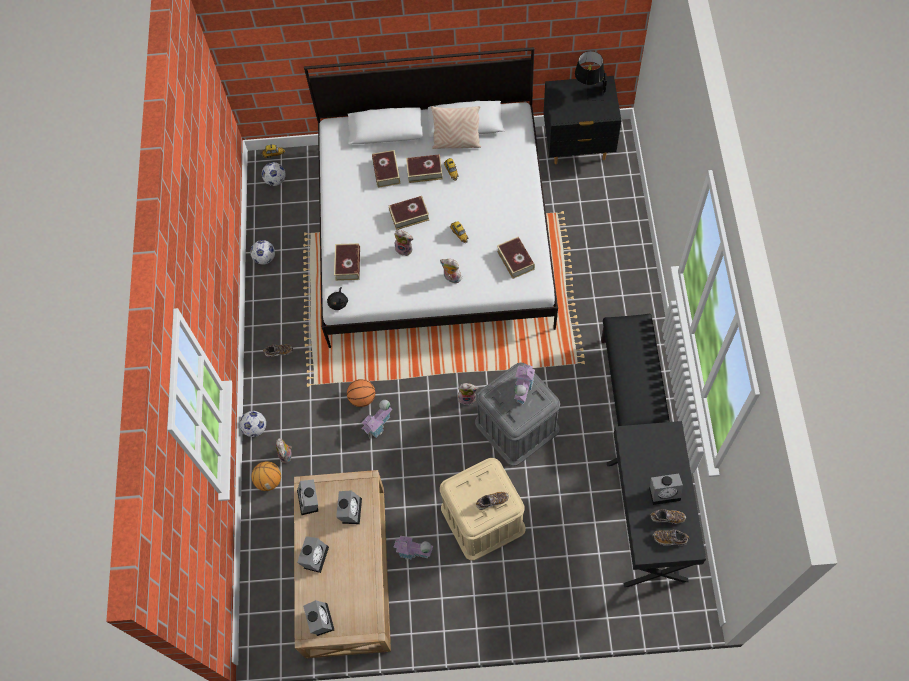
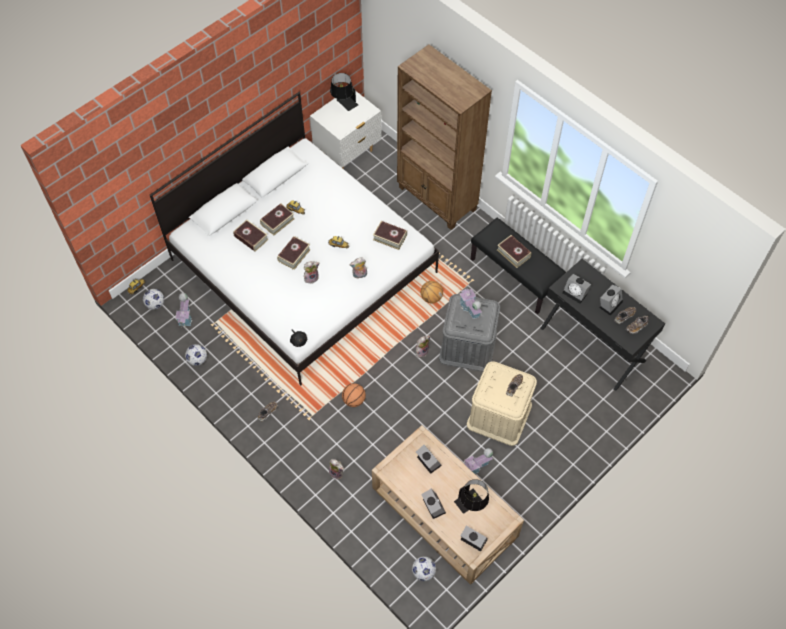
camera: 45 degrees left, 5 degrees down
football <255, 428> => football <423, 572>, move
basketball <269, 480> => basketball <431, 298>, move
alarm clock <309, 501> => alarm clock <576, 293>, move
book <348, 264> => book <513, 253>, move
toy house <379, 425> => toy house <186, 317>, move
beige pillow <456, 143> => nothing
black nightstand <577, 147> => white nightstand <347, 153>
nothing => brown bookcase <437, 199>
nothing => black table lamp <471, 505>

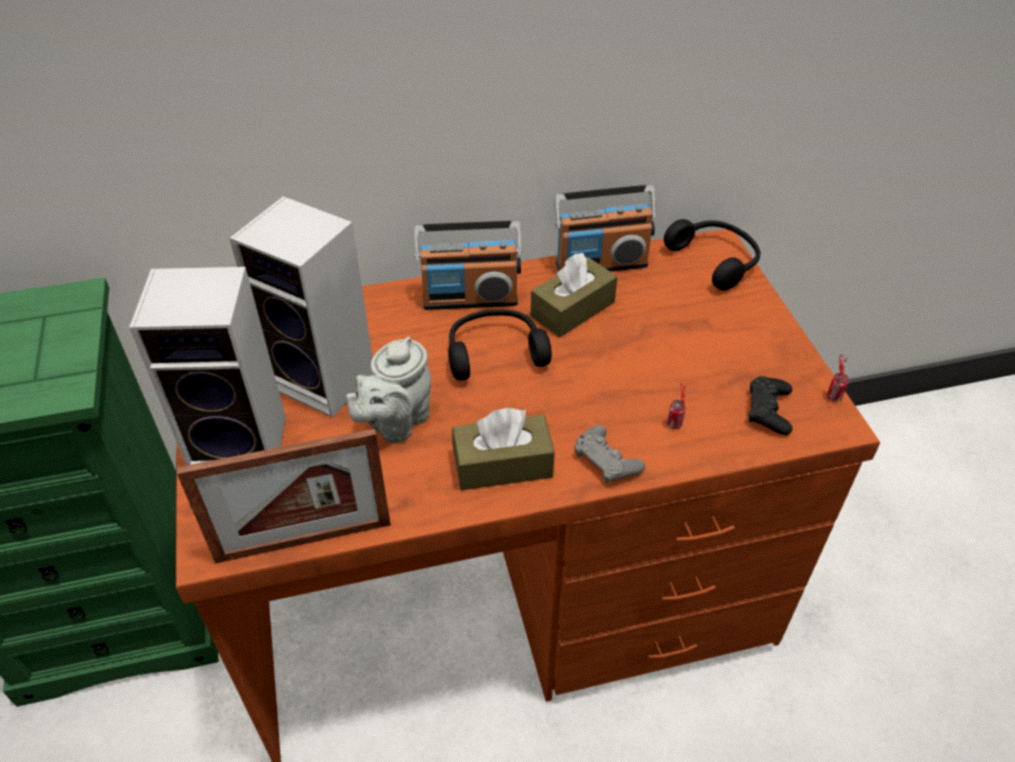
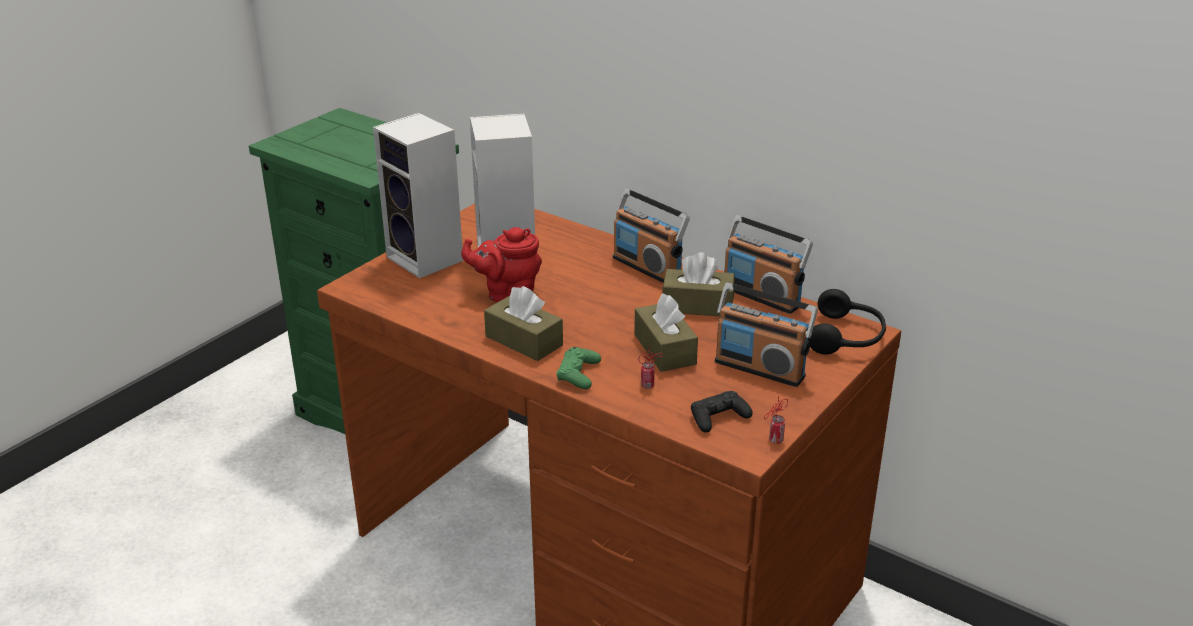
camera: 50 degrees right, 15 degrees down
picture frame <304, 540> => nothing
grey teapot <396, 422> => red teapot <507, 293>
black headphones <494, 352> => nothing
grey game controller <606, 460> => green game controller <578, 374>
nothing => brown tissue box <665, 349>
nothing => radio <760, 368>

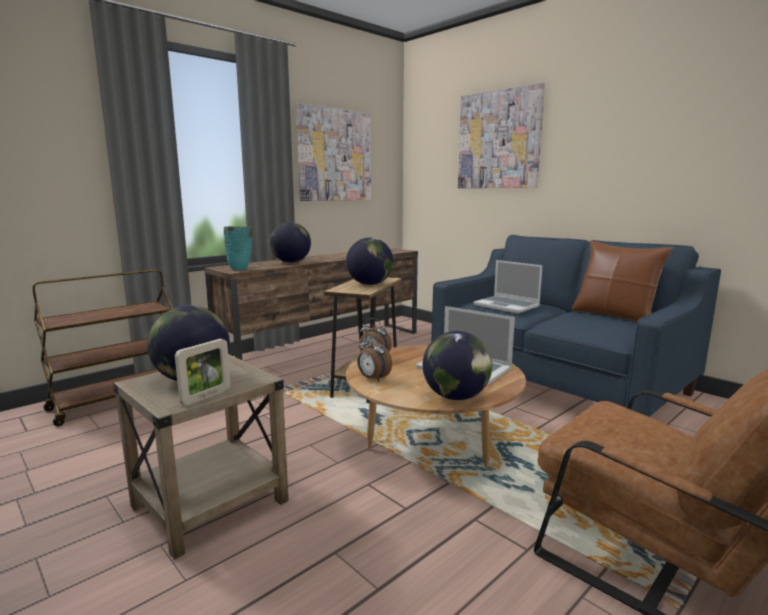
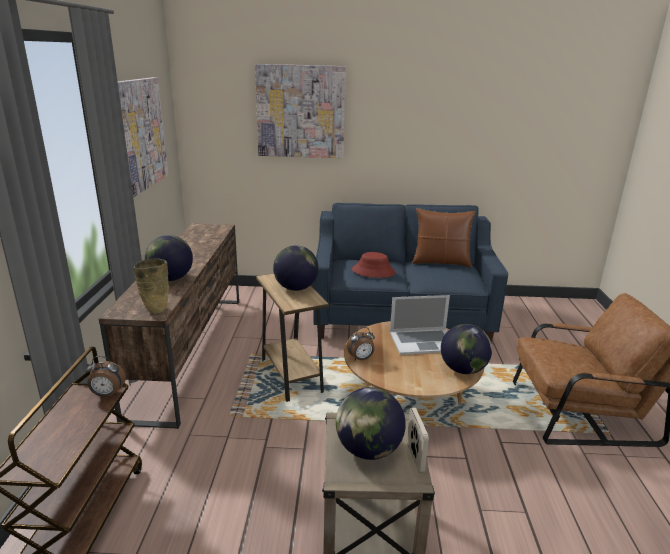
camera: 45 degrees left, 10 degrees up
turquoise vase <240, 269> => beige vase <156, 309>
alarm clock <373, 379> => alarm clock <107, 394>, move
laptop <507, 306> => red hat <373, 271>

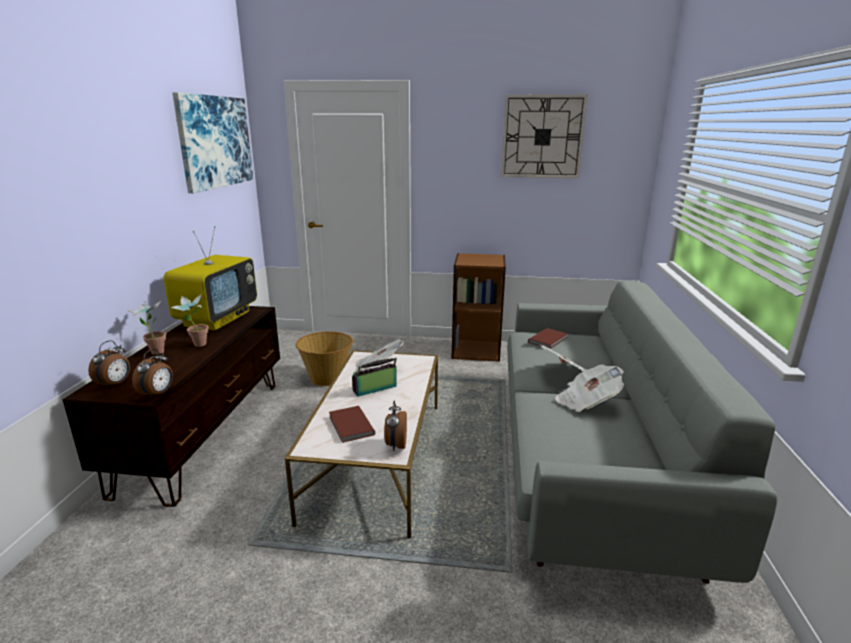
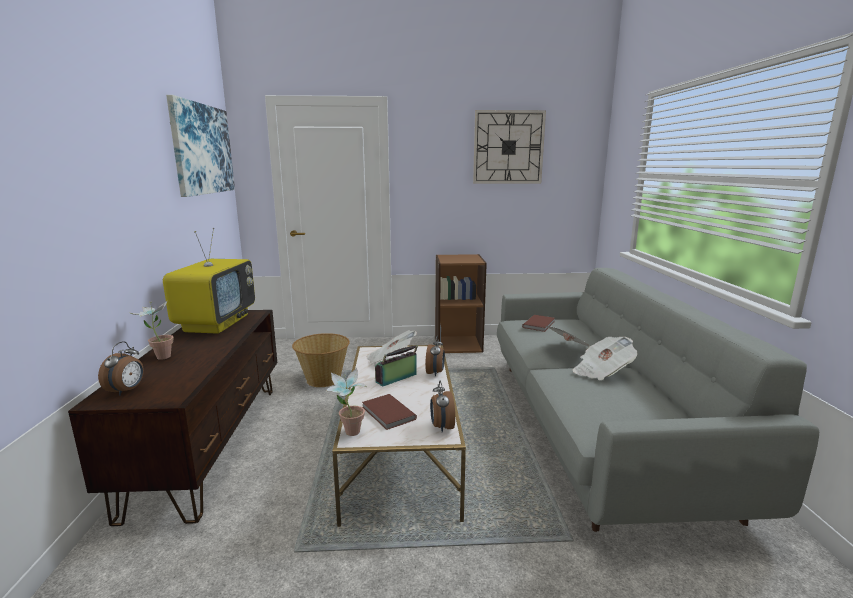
camera: 10 degrees left, 5 degrees down
alarm clock <158, 393> => alarm clock <435, 373>, move
potted plant <196, 345> => potted plant <349, 434>, move

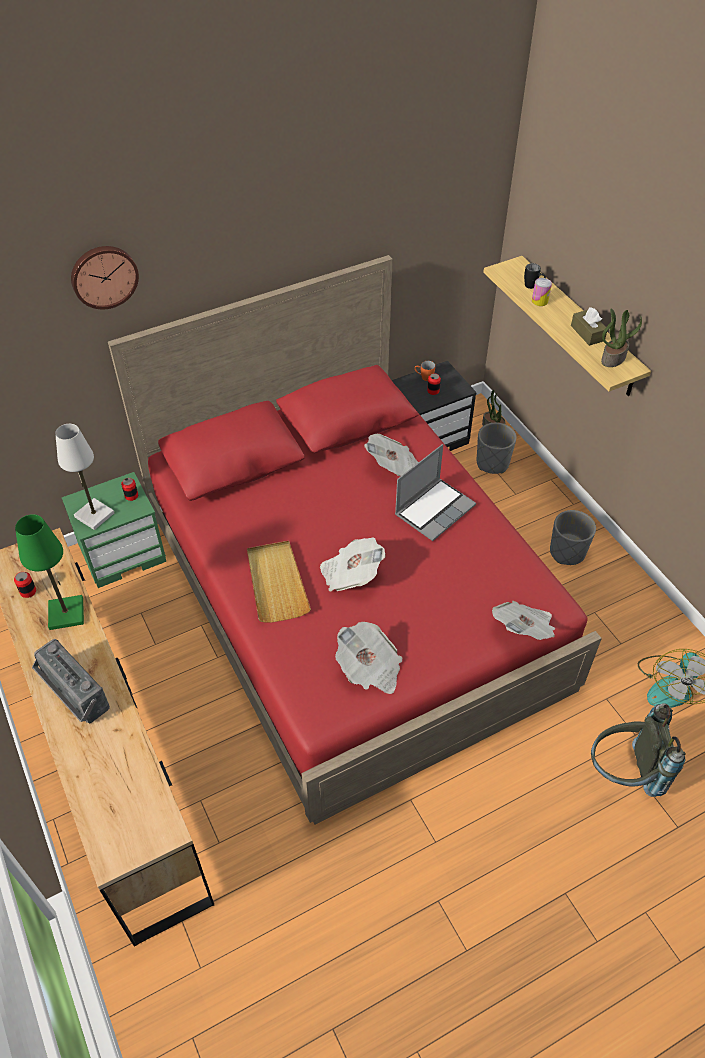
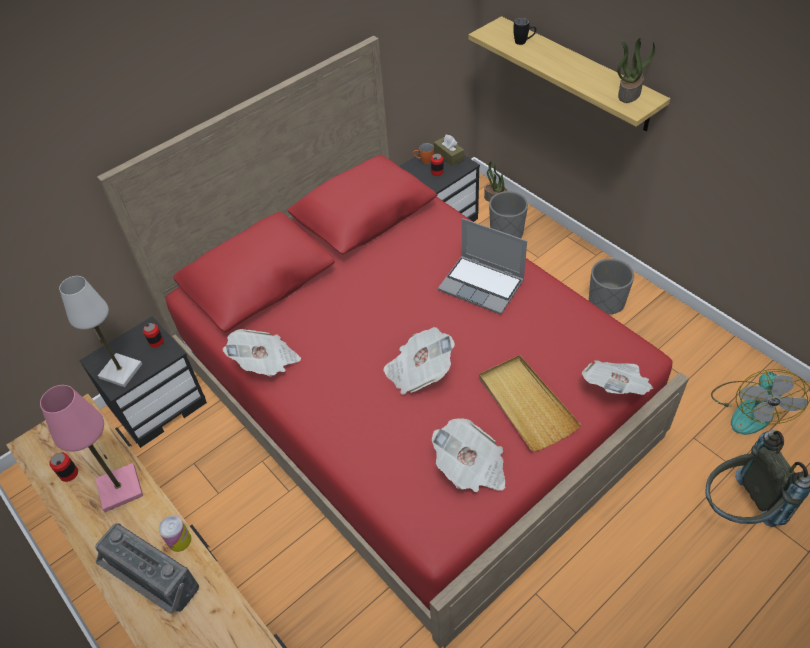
camera: 10 degrees left, 0 degrees up
green table lamp <66, 613> => pink table lamp <120, 488>
green nightstand <123, 553> => black nightstand <158, 404>
wall clock <104, 276> => nothing
beige tray <276, 583> => beige tray <526, 404>, move
newspaper <394, 467> => newspaper <266, 363>, move
laptop <434, 509> => laptop <482, 285>, 90 degrees clockwise
can <539, 301> => can <179, 540>, move
brown tissue box <587, 333> => brown tissue box <449, 156>, move

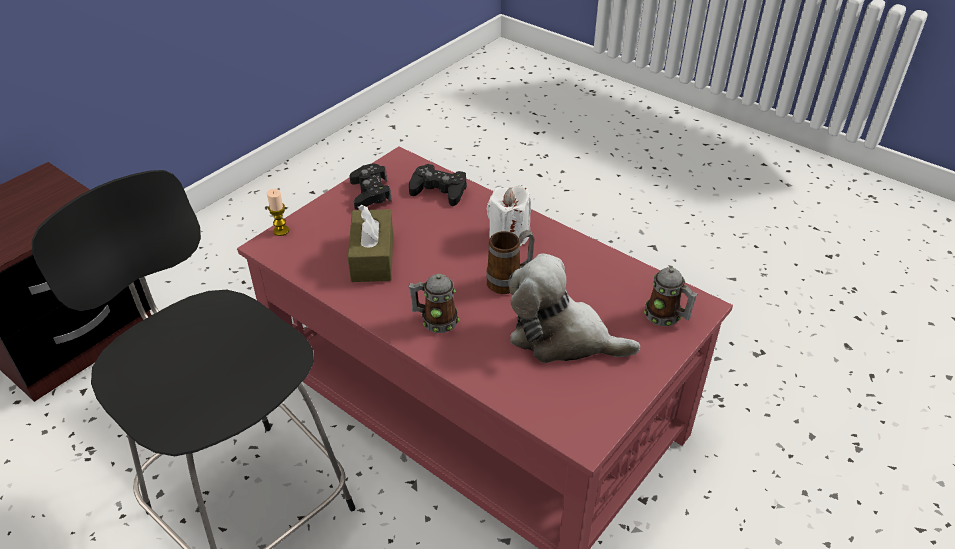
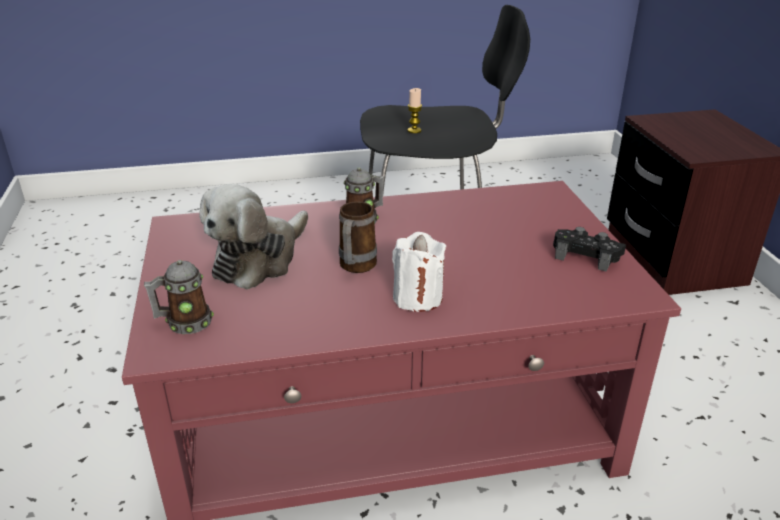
camera: 130 degrees right, 10 degrees down
candle <281, 231> => candle <414, 130>, move
brown tissue box <372, 257> => nothing
black game controller <439, 190> => nothing
plush toy <562, 337> => plush toy <259, 259>, 150 degrees clockwise

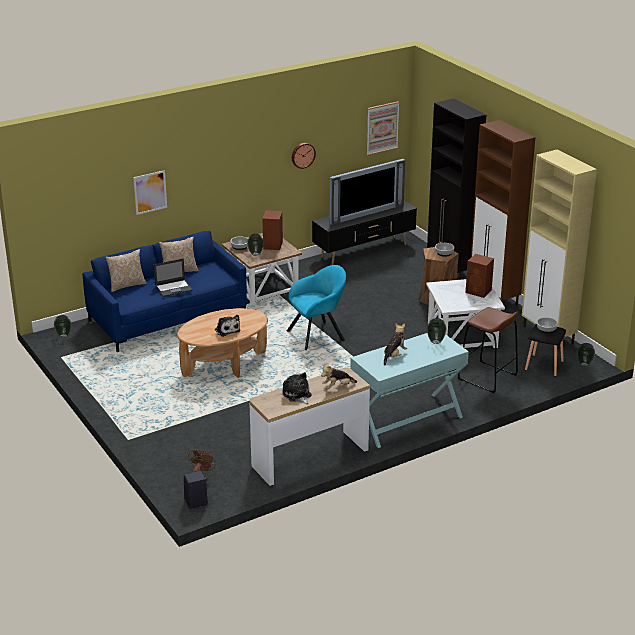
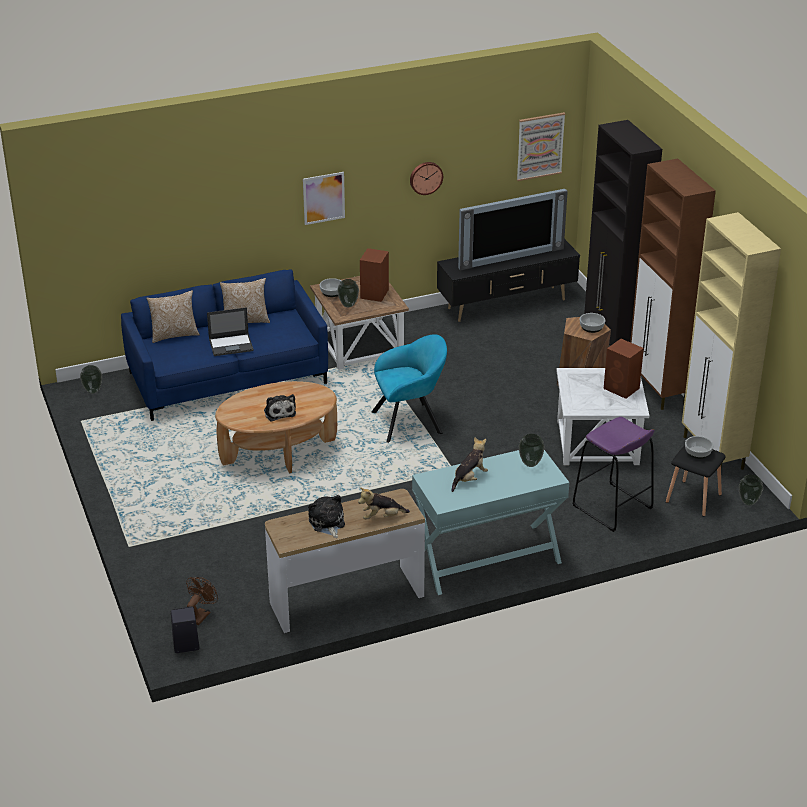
camera: 10 degrees right, 5 degrees up
picture <150, 192> => picture <323, 198>, move
brown stool <487, 377> => purple stool <612, 507>

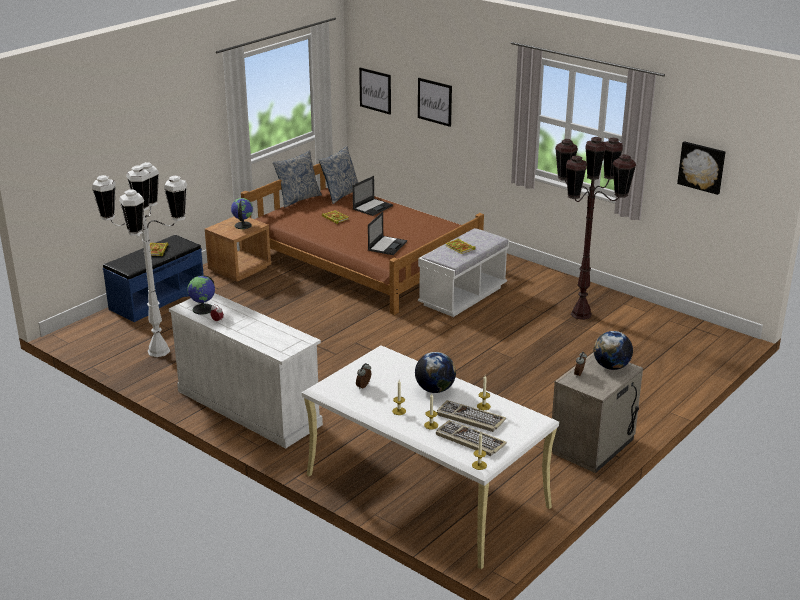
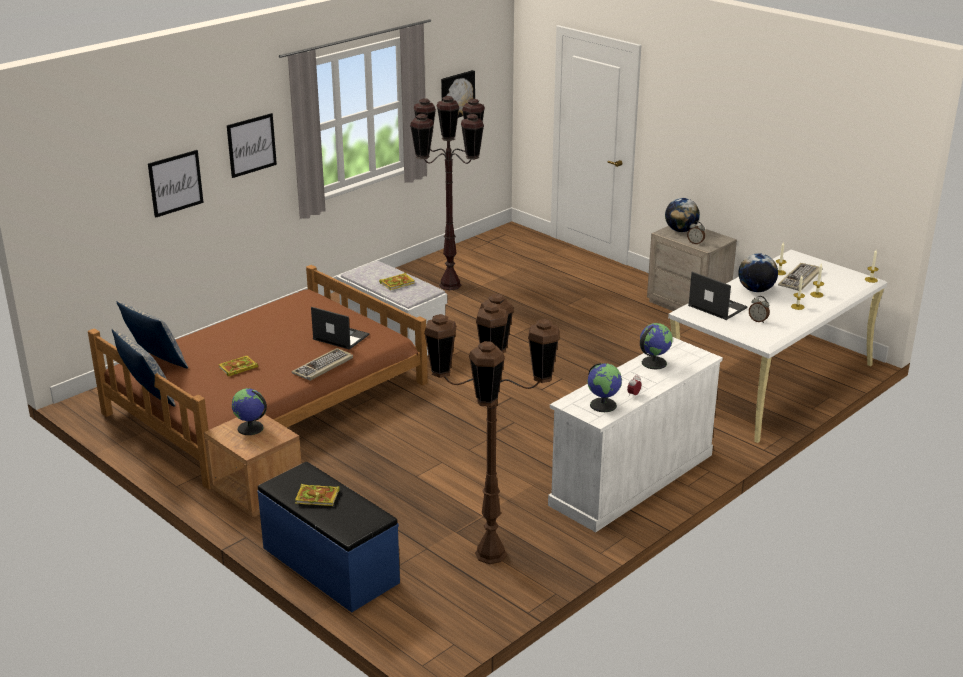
camera: 85 degrees left, 0 degrees up
white floor lamp <158, 351> => brown floor lamp <490, 554>
laptop <373, 207> => laptop <716, 306>, move
picture <375, 90> => picture <251, 145>, move
keyboard <469, 440> => keyboard <323, 366>, move
nothing => globe <653, 363>

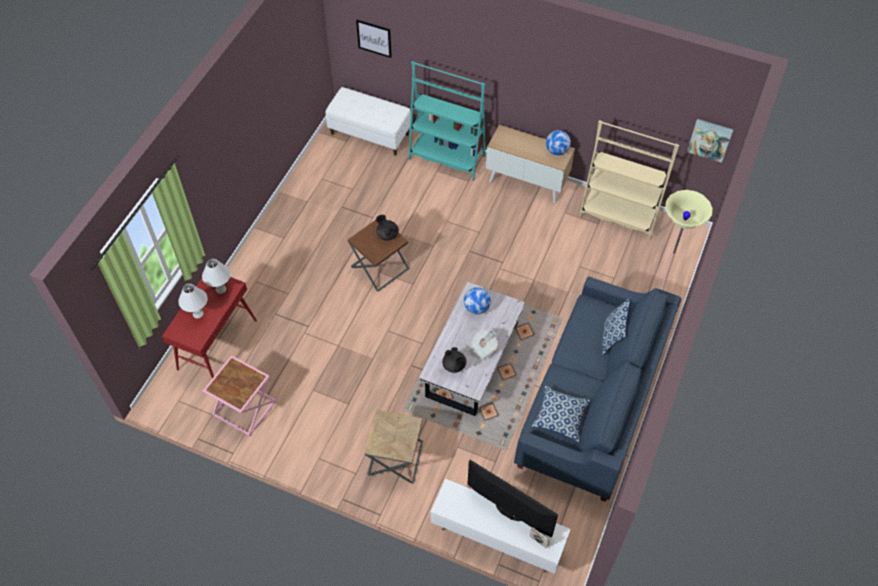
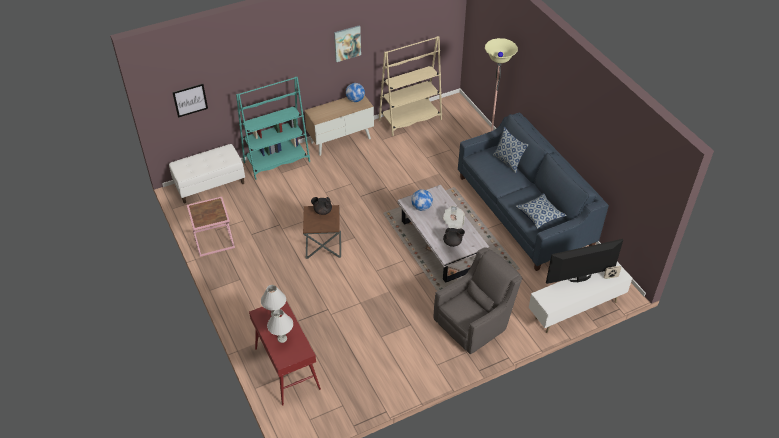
camera: 50 degrees left, 10 degrees down
pink side table <243, 408> => pink side table <213, 240>, move
brown side table <395, 458> => grey armchair <474, 324>
picture <710, 139> => picture <347, 43>, move

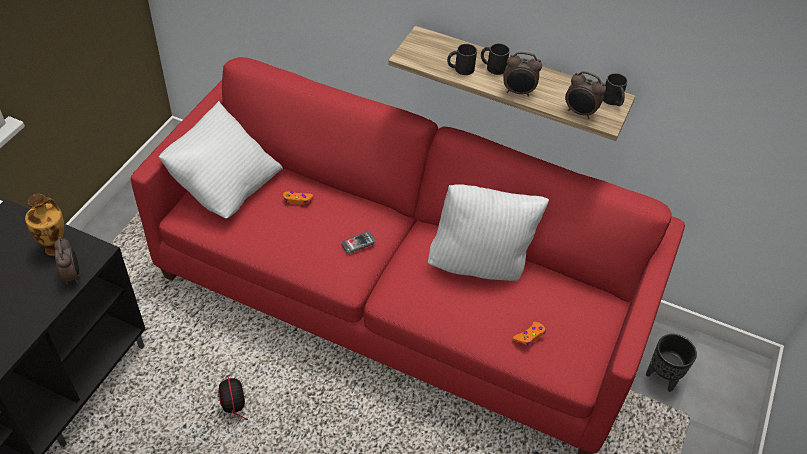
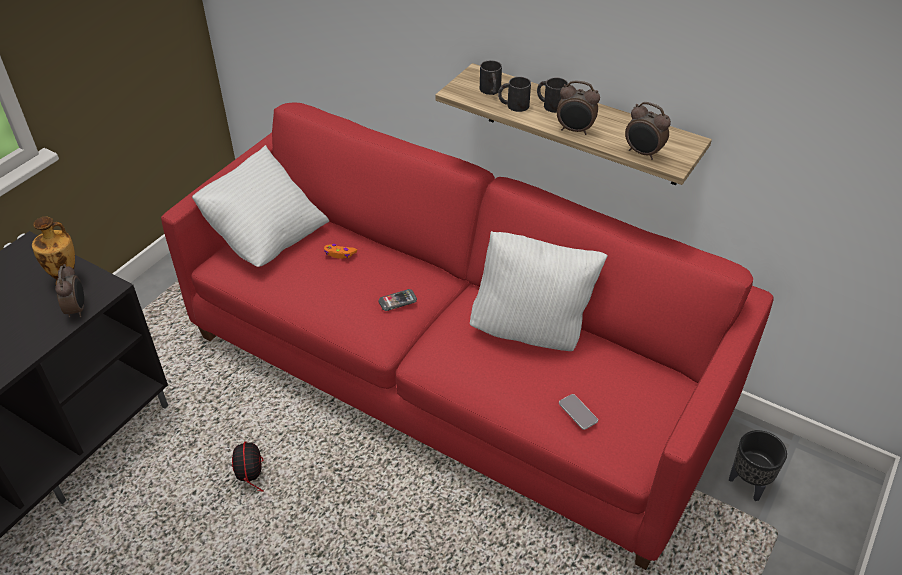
camera: 10 degrees right, 5 degrees down
orange game controller <529, 336> => phone <578, 412>
black mug <613, 101> => black mug <491, 91>, move

